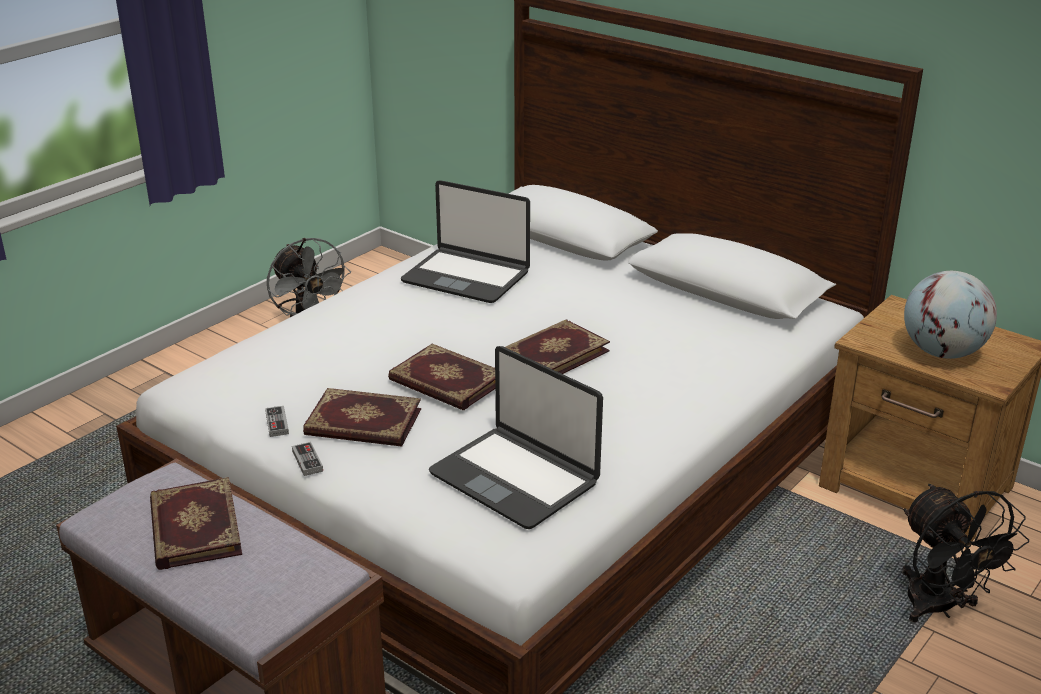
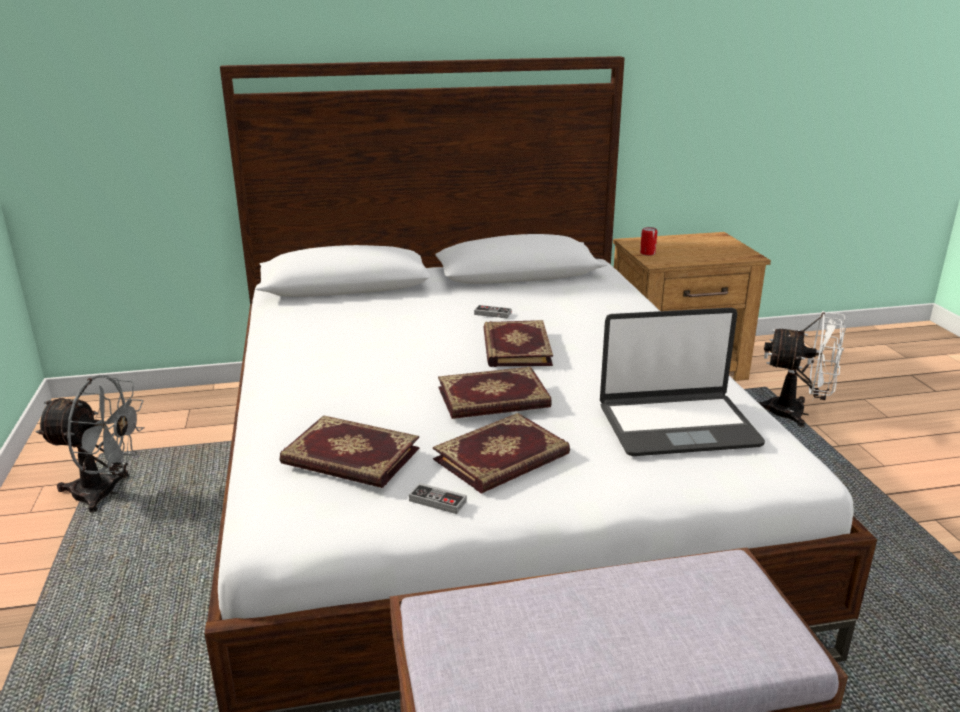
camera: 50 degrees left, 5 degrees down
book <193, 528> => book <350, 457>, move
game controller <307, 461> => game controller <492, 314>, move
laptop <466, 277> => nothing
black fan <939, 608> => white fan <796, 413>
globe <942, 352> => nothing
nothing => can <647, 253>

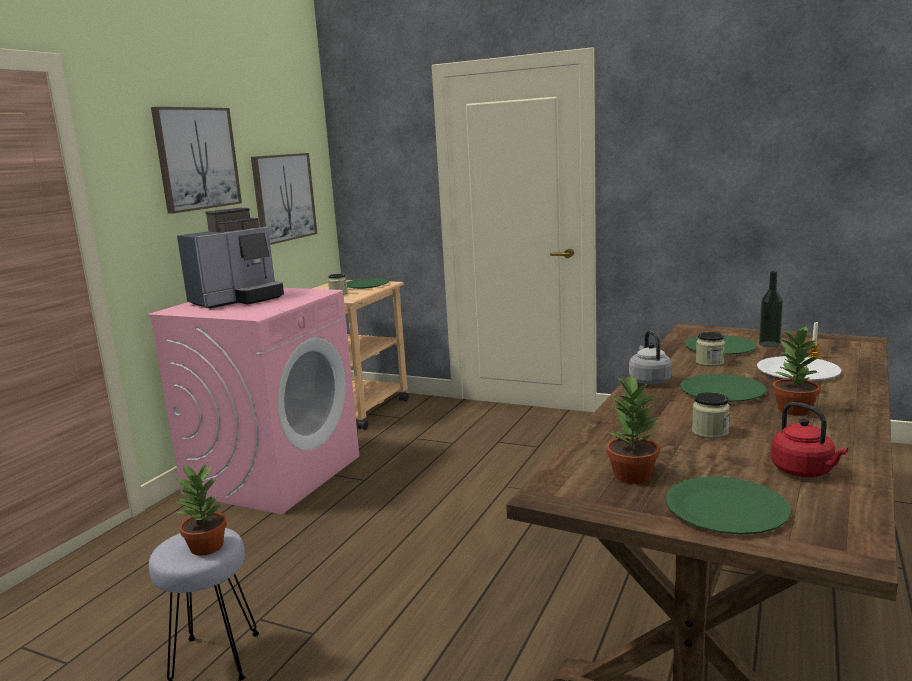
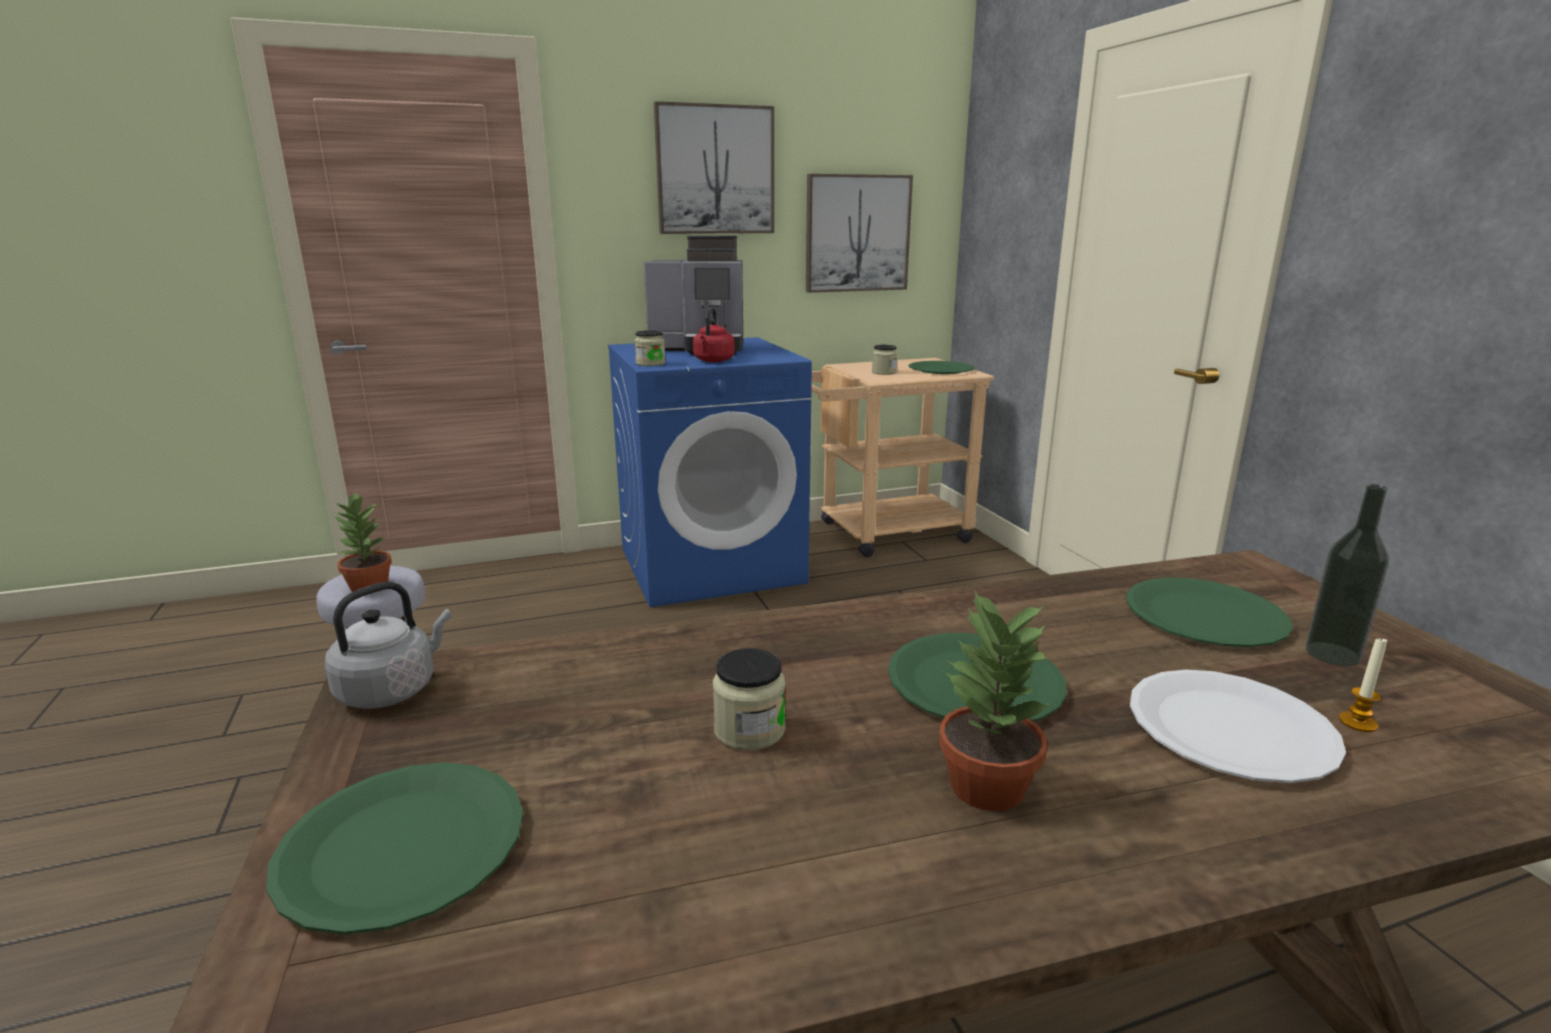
camera: 45 degrees right, 5 degrees up
pink washing machine <274, 474> => blue washing machine <712, 565>
potted plant <631, 475> => nothing
grey kettle <649, 380> => grey kettle <392, 689>, move
jar <709, 362> => jar <650, 363>, move
red kettle <804, 471> => red kettle <713, 361>, move

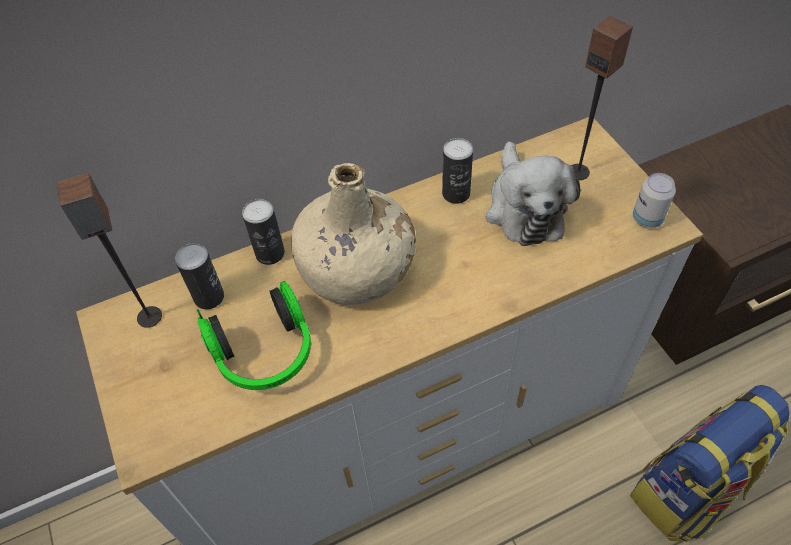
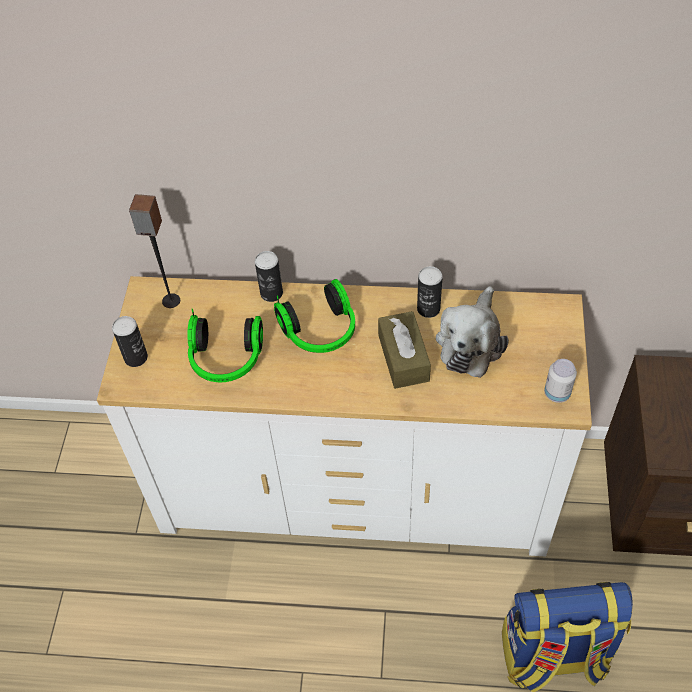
camera: 30 degrees right, 0 degrees up
can <209, 297> => can <136, 357>, move
beige bottle <357, 270> => headphones <321, 332>
speaker <578, 172> => nothing
nothing => brown tissue box <403, 358>

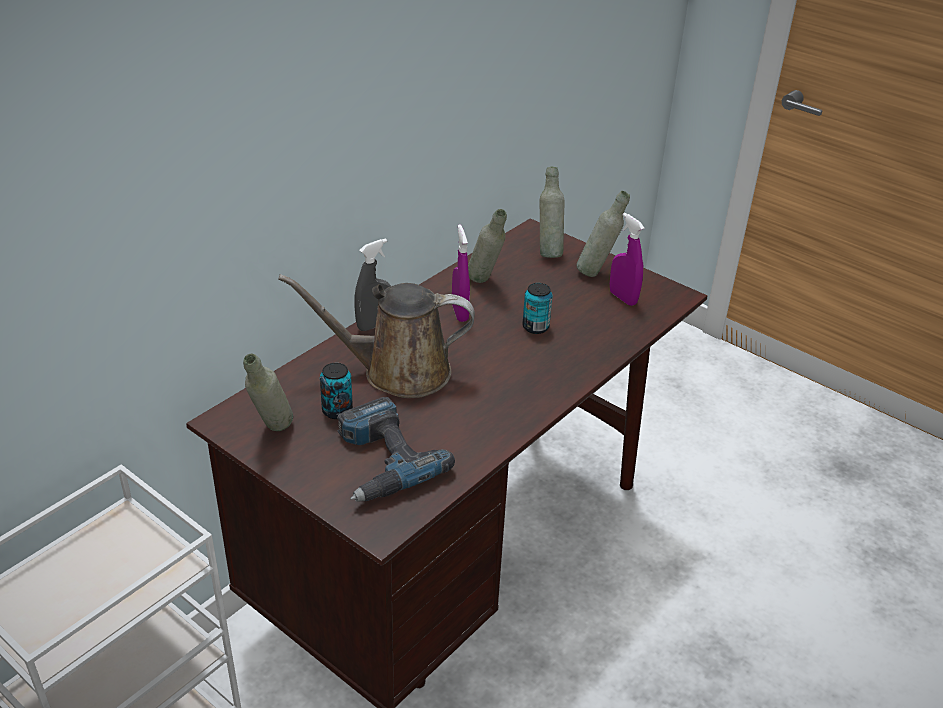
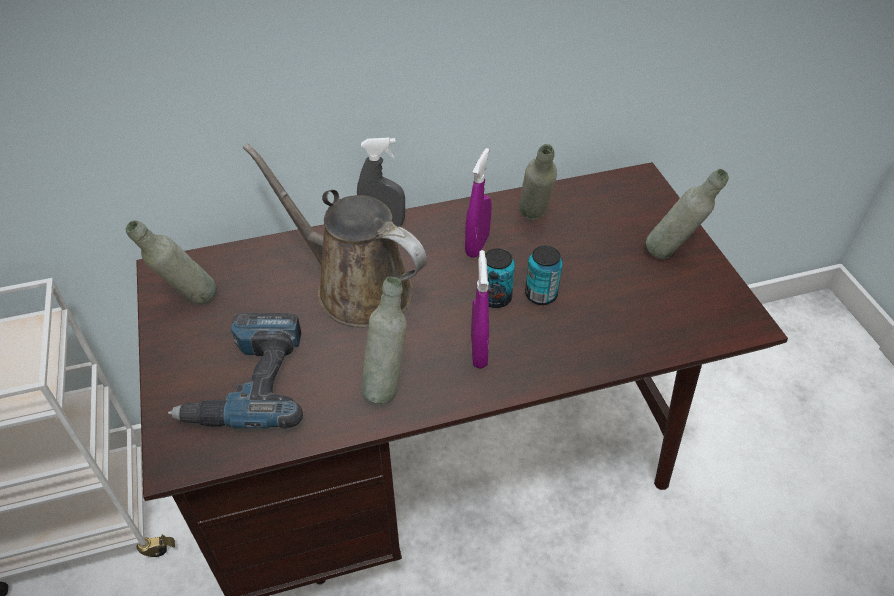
camera: 35 degrees right, 10 degrees up
can <337, 411> => can <495, 298>, move
grey bottle <548, 252> => grey bottle <387, 385>, move
purple spray bottle <623, 298> => purple spray bottle <479, 351>, move

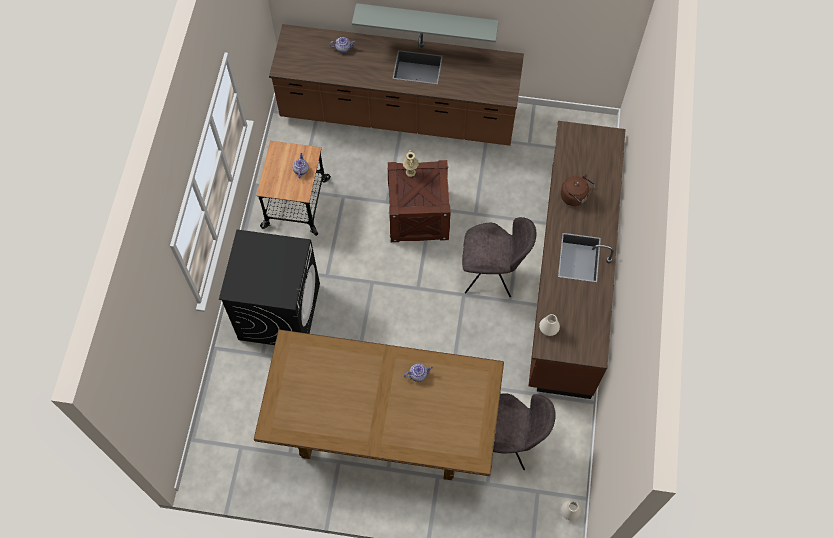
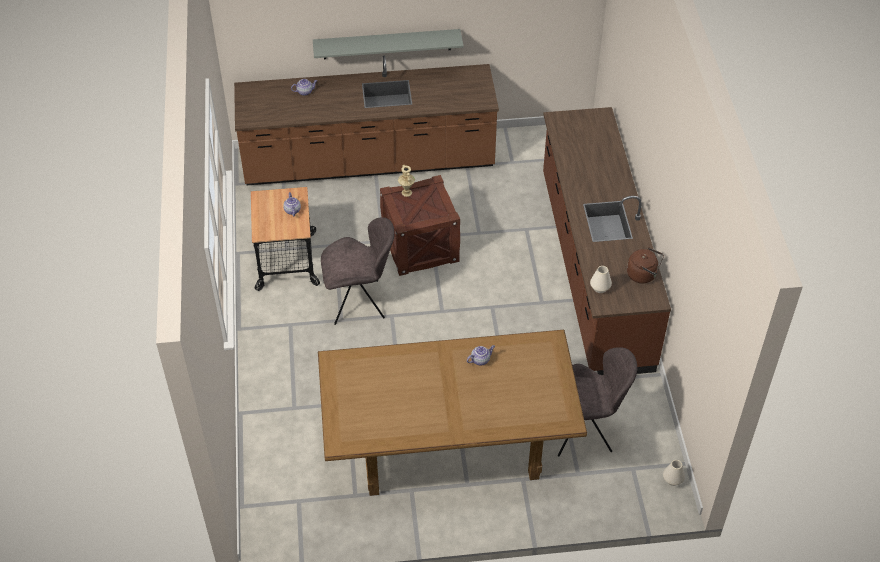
camera: 15 degrees left, 15 degrees down
black washing machine <279, 311> => nothing
grey chair <491, 275> => grey chair <359, 302>, move
brown kettle <575, 197> => brown kettle <643, 275>, move

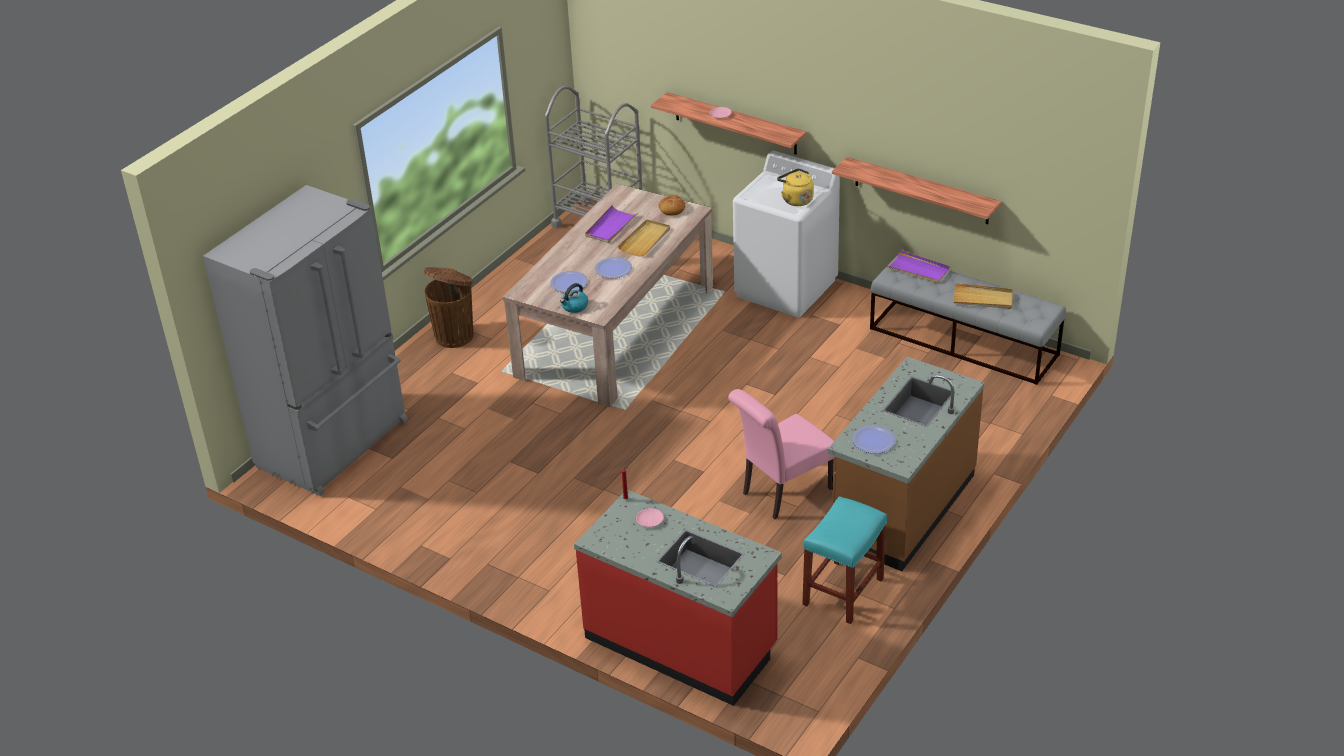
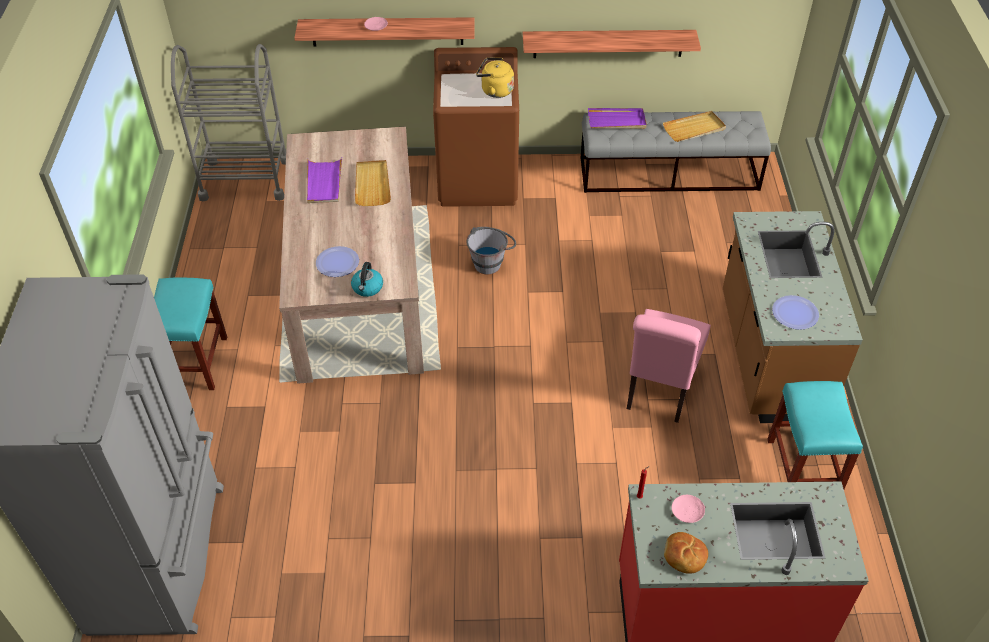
camera: 35 degrees left, 10 degrees up
brown trash can <455, 335> => turquoise stool <195, 362>
plate <613, 269> => nothing
bread <672, 209> => bread <684, 557>, move
white washing machine <786, 288> => brown washing machine <478, 181>
nothing => grey bucket <491, 261>

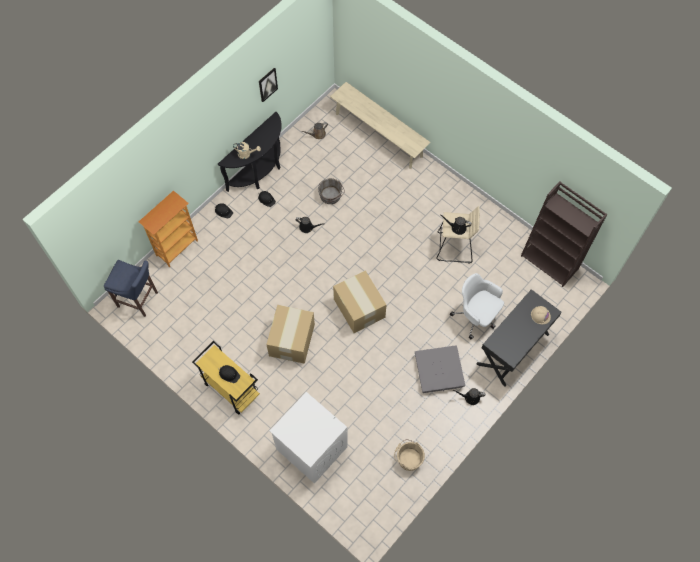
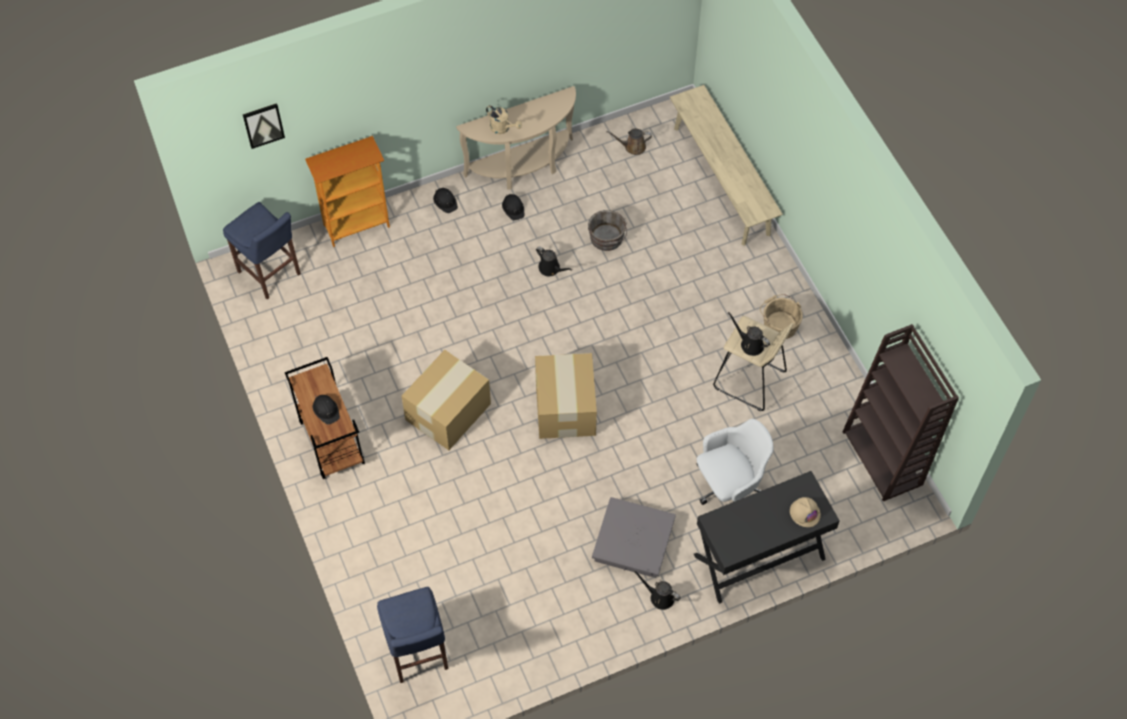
camera: 25 degrees right, 5 degrees down
yellow cart <231, 389> => brown cart <331, 442>
black console table <260, 172> => beige console table <524, 167>
picture <267, 84> => picture <263, 125>, move
white washing machine <311, 448> => nothing
beige bucket <408, 458> => beige bucket <779, 323>, move
white office chair <476, 316> => white office chair <729, 488>, 90 degrees clockwise
nothing => blue stool <418, 655>

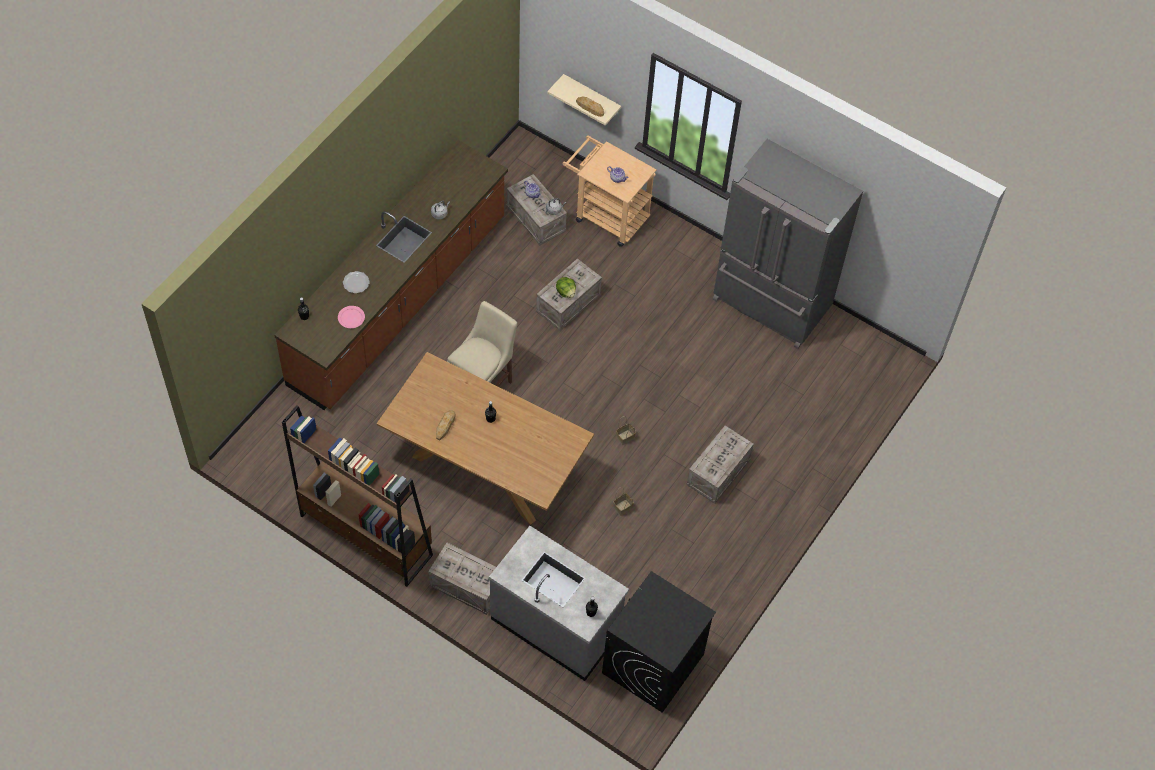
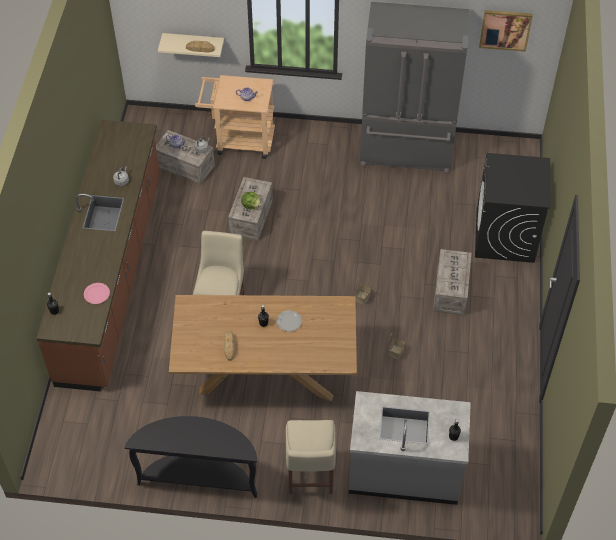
camera: 25 degrees left, 5 degrees down
brown bookcase <366, 535> => black console table <199, 476>
plate <356, 283> => plate <289, 321>, move
crate <465, 585> => beige chair <310, 476>
black washing machine <653, 664> => black washing machine <505, 236>, move
nothing => picture <505, 29>

